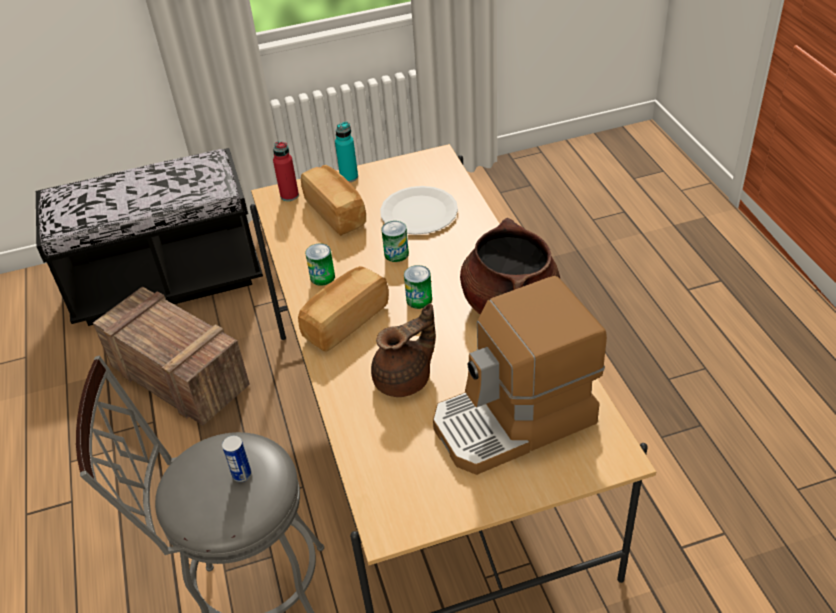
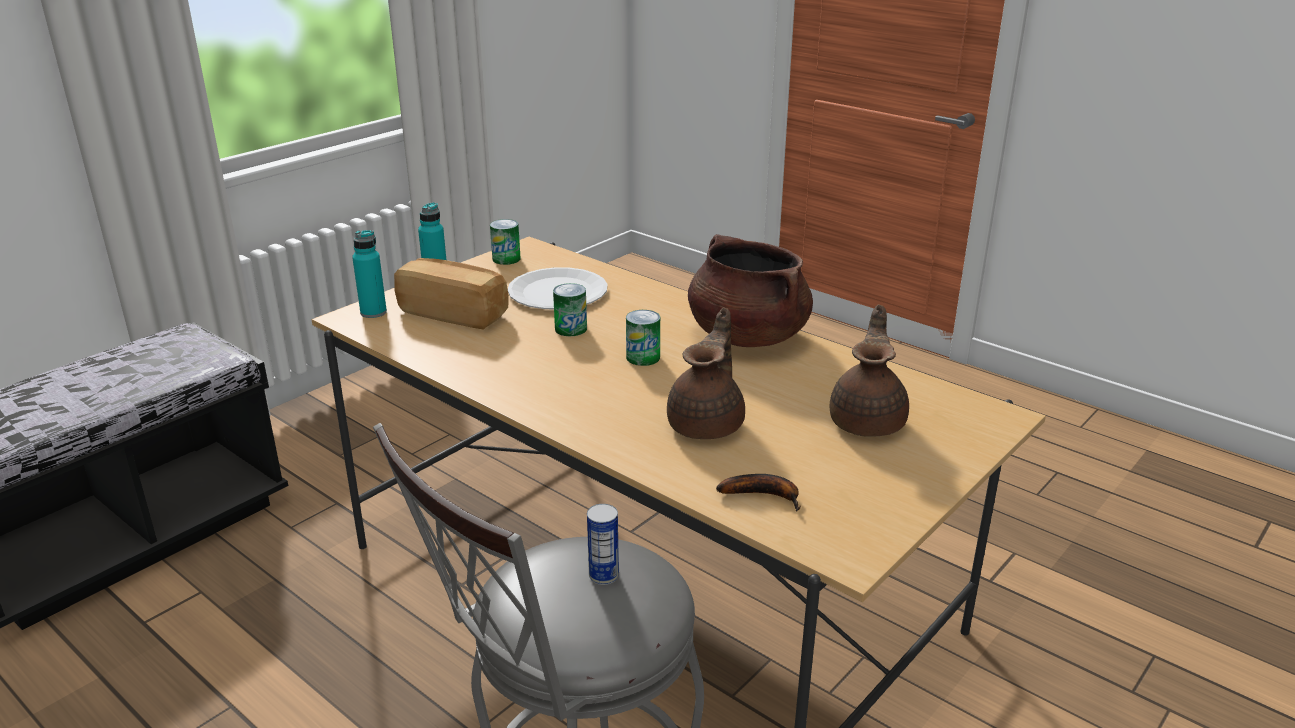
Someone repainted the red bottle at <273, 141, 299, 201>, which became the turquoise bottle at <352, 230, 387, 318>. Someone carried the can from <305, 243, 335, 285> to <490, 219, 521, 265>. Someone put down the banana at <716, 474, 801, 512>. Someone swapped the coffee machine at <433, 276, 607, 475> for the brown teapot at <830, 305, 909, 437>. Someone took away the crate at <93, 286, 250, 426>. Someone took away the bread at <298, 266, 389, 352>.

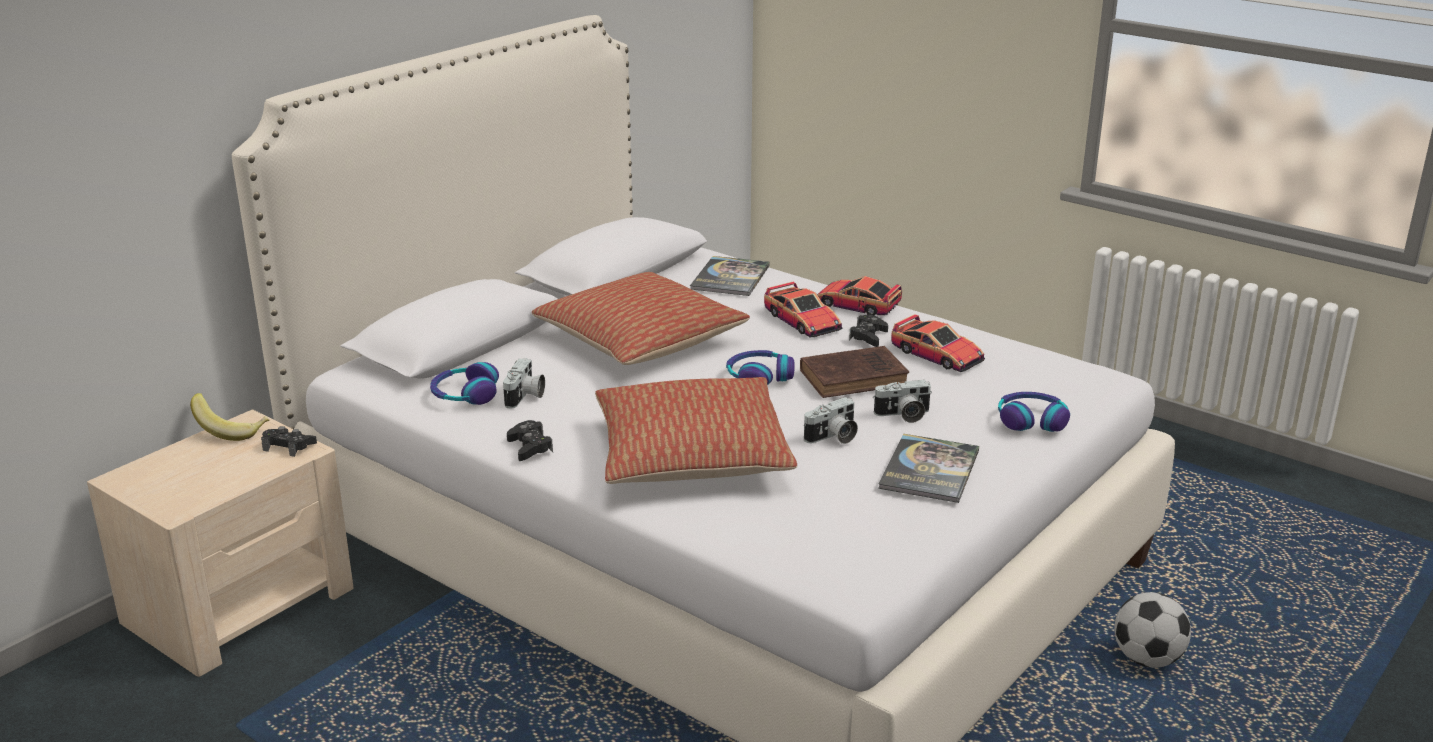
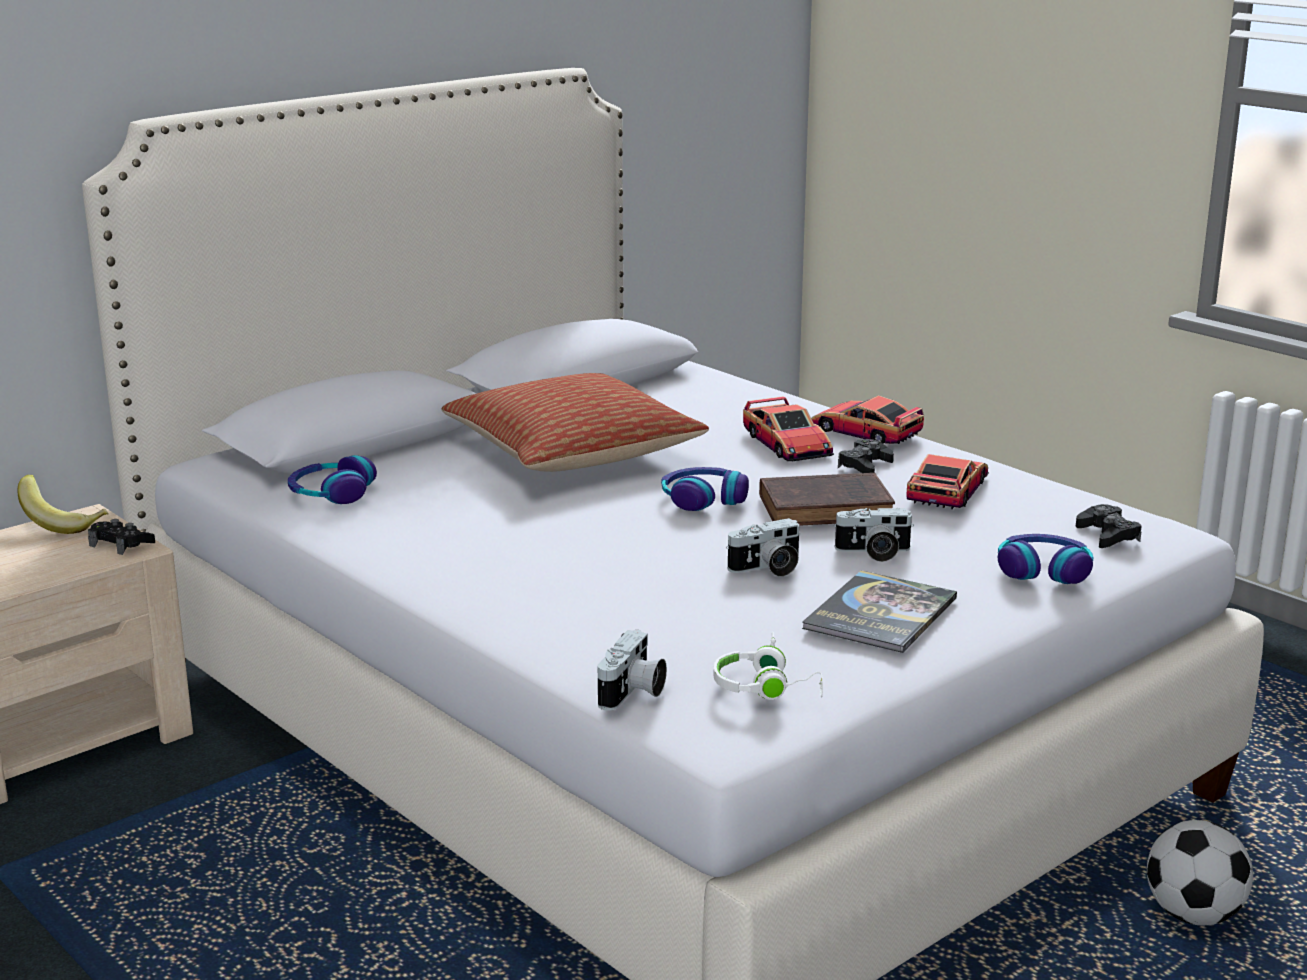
Someone carried the photo camera from <503, 358, 545, 409> to <598, 630, 667, 711>. Someone put down the white headphones at <714, 632, 823, 700>. Someone rotated the toy car at <891, 314, 985, 372> by 120 degrees counterclockwise. Someone carried the black game controller from <507, 420, 553, 461> to <1076, 504, 1142, 548>. Someone took away the pillow at <595, 377, 797, 484>. Someone took away the book at <690, 256, 770, 296>.

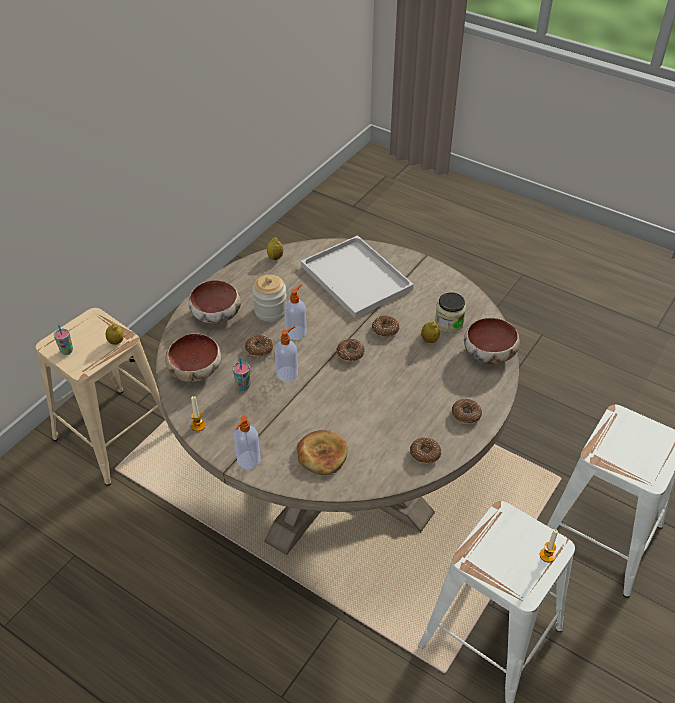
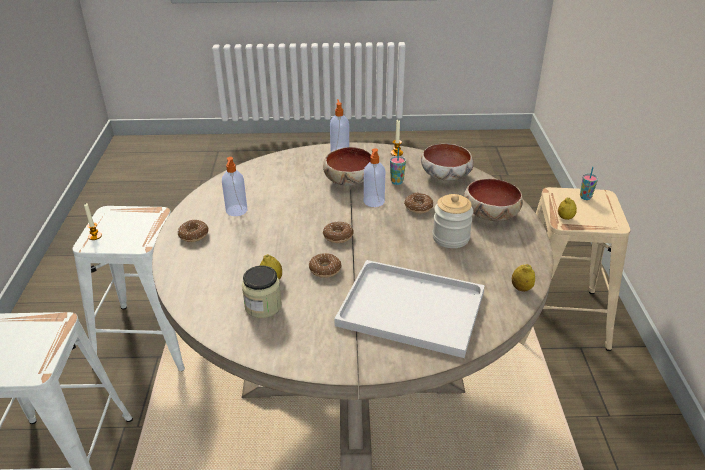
Someone carried the soap dispenser from <285, 284, 306, 340> to <222, 157, 248, 216>. Someone carried the bowl from <464, 318, 520, 364> to <323, 147, 371, 186>. Someone took away the bread at <297, 430, 348, 475>. Someone took away the donut at <410, 437, 441, 464>.

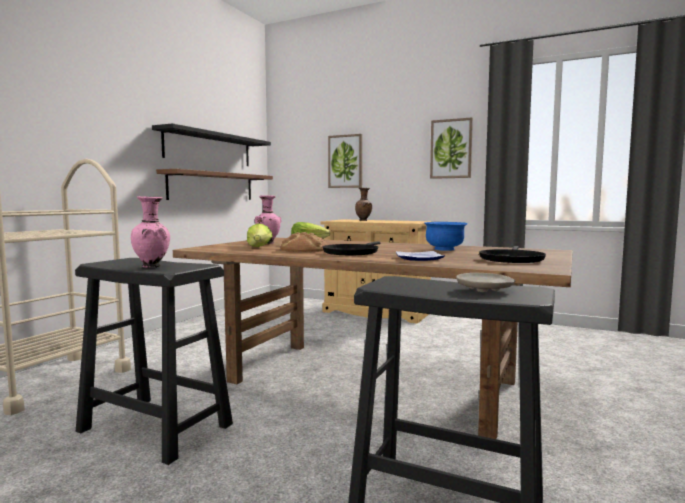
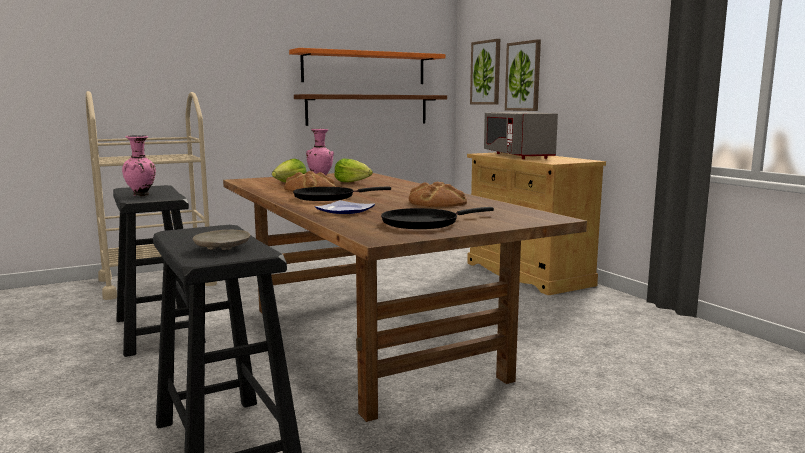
Someone repainted the black shelf at <152, 123, 271, 166>, which became the orange shelf at <289, 48, 445, 84>. Someone swapped the blue bowl at <424, 222, 467, 251> for the bread at <409, 181, 467, 207>. Someone carried the picture from <430, 117, 473, 179> to <470, 39, 500, 105>. Someone swapped the brown vase at <355, 188, 372, 221> for the grey microwave at <484, 112, 558, 159>.

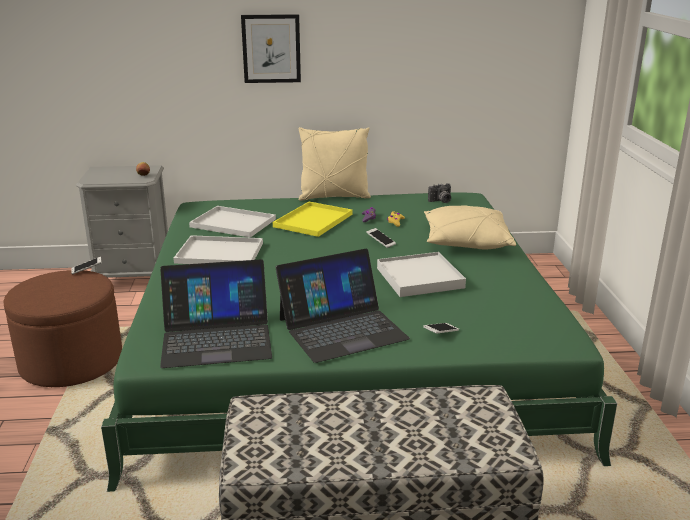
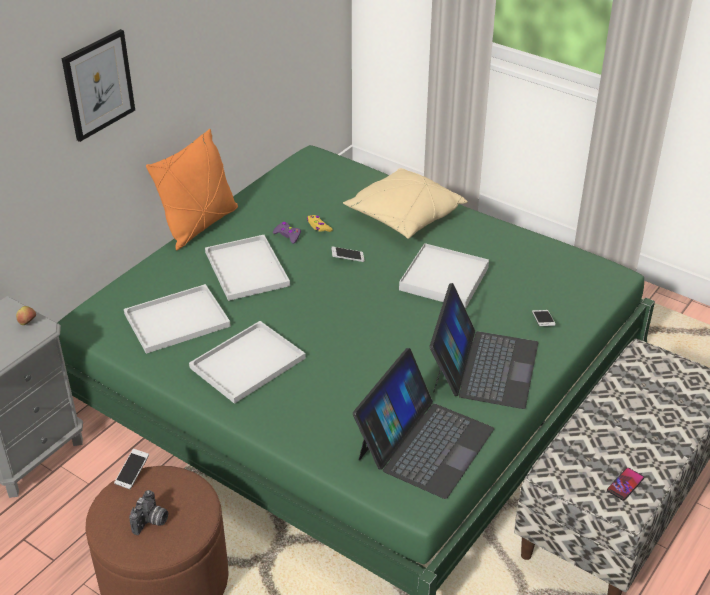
Someone carried the photo camera from <428, 183, 451, 203> to <129, 490, 168, 535>. Someone repainted the beige pillow at <299, 127, 371, 201>, which became the orange pillow at <146, 129, 238, 250>. Someone repainted the yellow tray at <273, 202, 352, 237>, which became the white tray at <205, 235, 290, 301>. Someone put down the phone at <607, 468, 644, 500>.

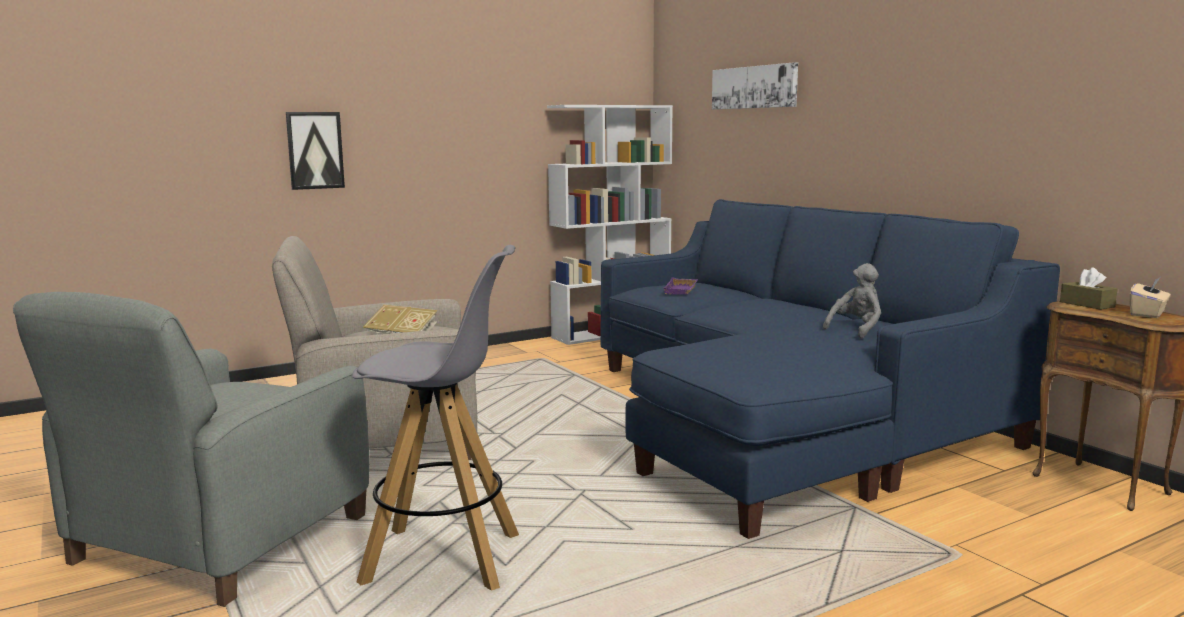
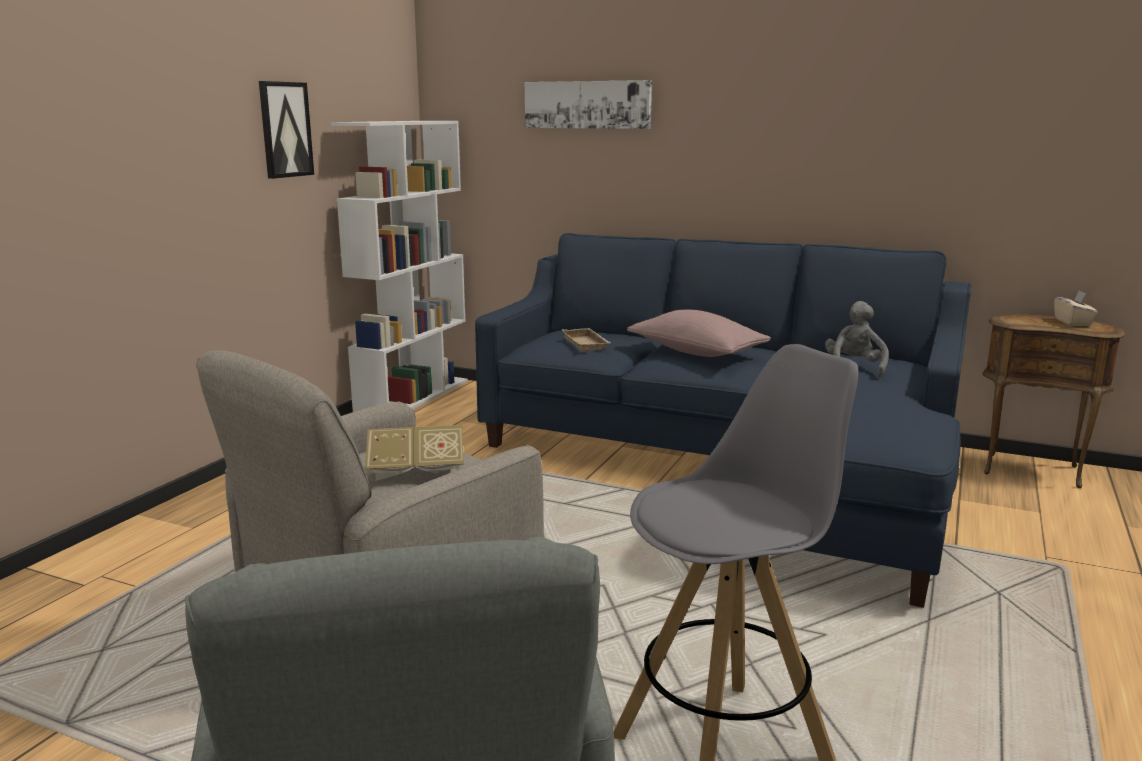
Someone carried the picture from <286, 112, 345, 190> to <259, 81, 314, 179>. Someone repainted the purple tray at <664, 278, 698, 295>, which became the beige tray at <561, 328, 610, 352>. Someone put down the pink pillow at <627, 309, 771, 357>. Someone took away the brown tissue box at <1060, 267, 1117, 310>.

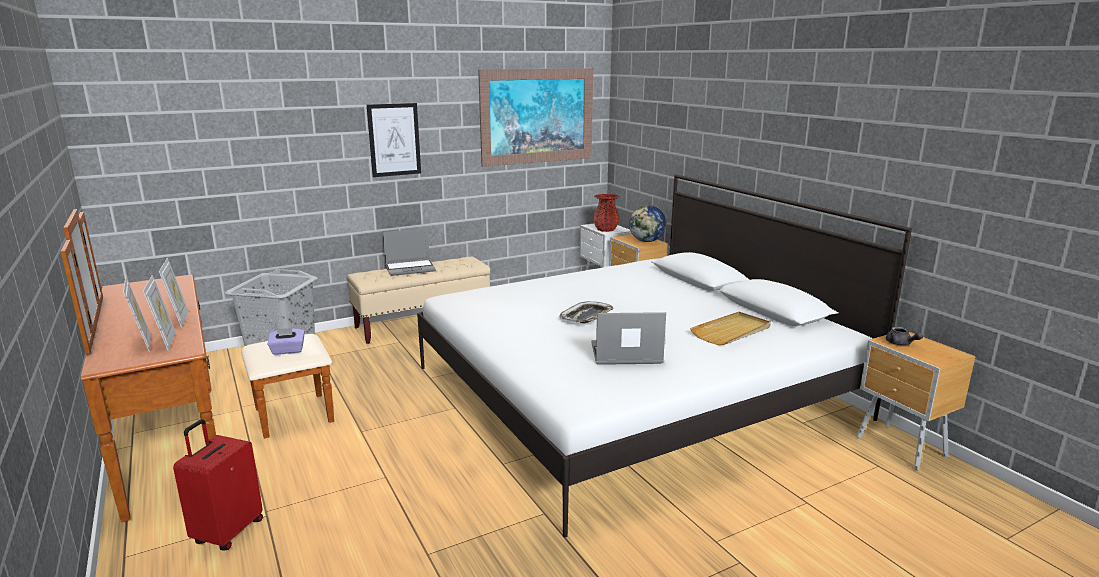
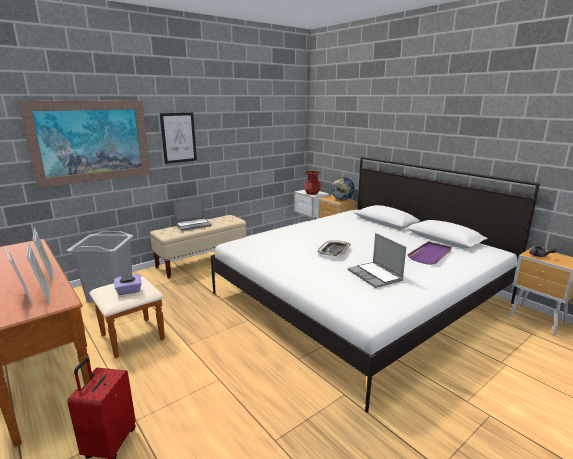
Someone carried the picture from <478, 68, 593, 167> to <18, 100, 151, 188>. Someone rotated the laptop at <591, 312, 666, 365> by 105 degrees counterclockwise. Someone repainted the beige tray at <690, 312, 771, 345>, which became the purple tray at <407, 241, 452, 265>.

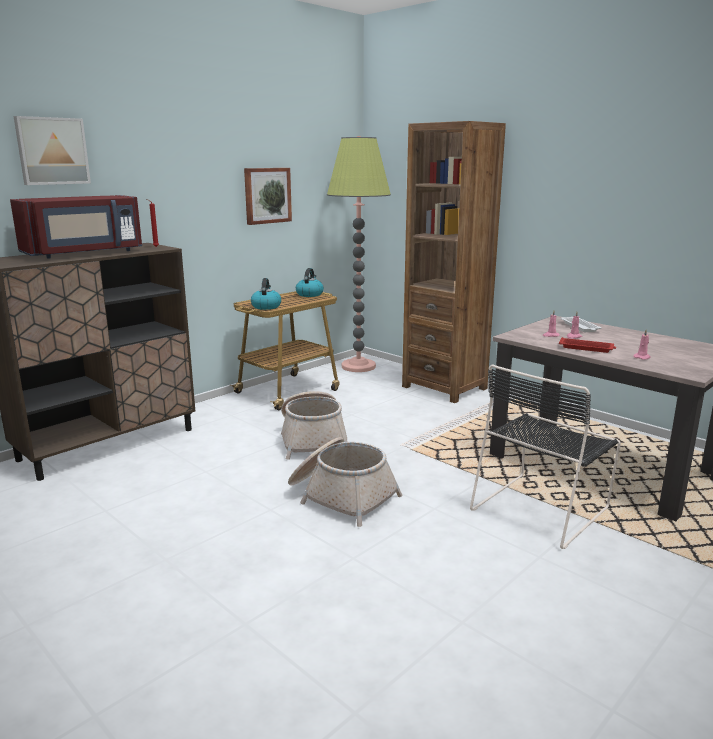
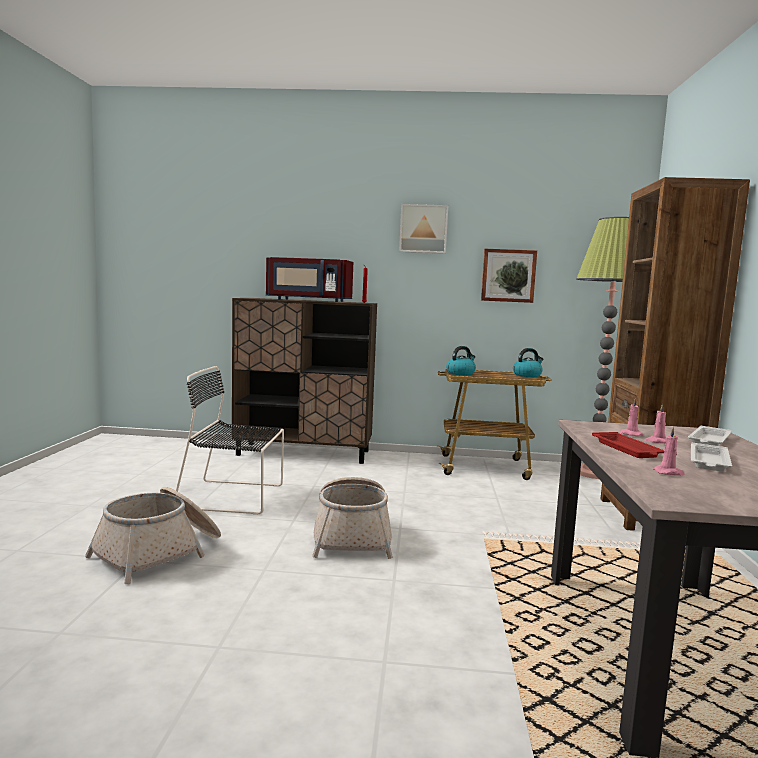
Someone carried the basket from <281, 391, 347, 460> to <85, 487, 221, 584>. Someone carried the black chair from <470, 365, 621, 549> to <176, 366, 284, 515>. Someone carried the picture from <14, 116, 91, 185> to <399, 204, 448, 254>. Someone put down the white tray at <691, 443, 732, 472>.

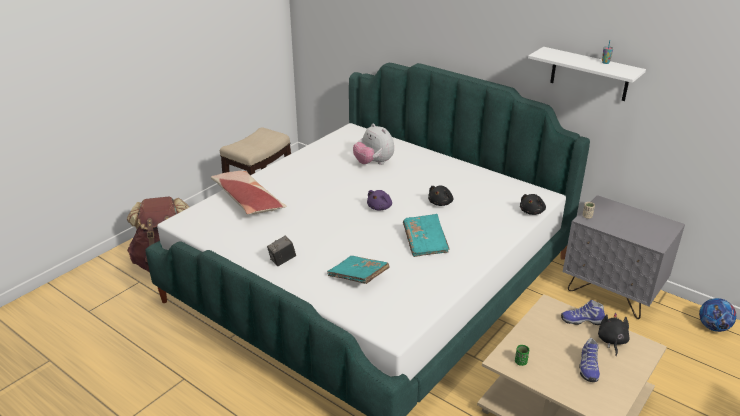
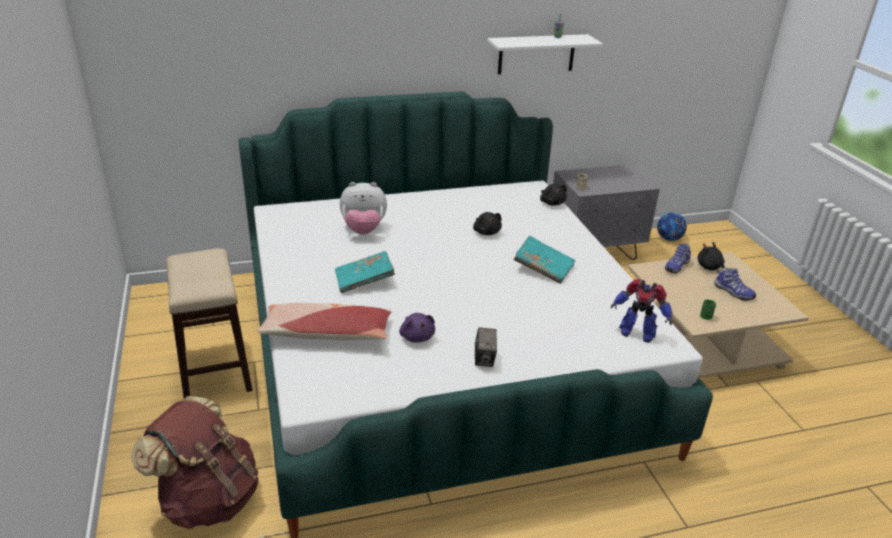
Someone carried the turquoise book from <327, 256, 389, 284> to <335, 251, 395, 293>. Someone carried the purple plush toy from <367, 190, 392, 210> to <399, 313, 435, 342>. Someone put down the toy robot at <611, 279, 672, 342>.

